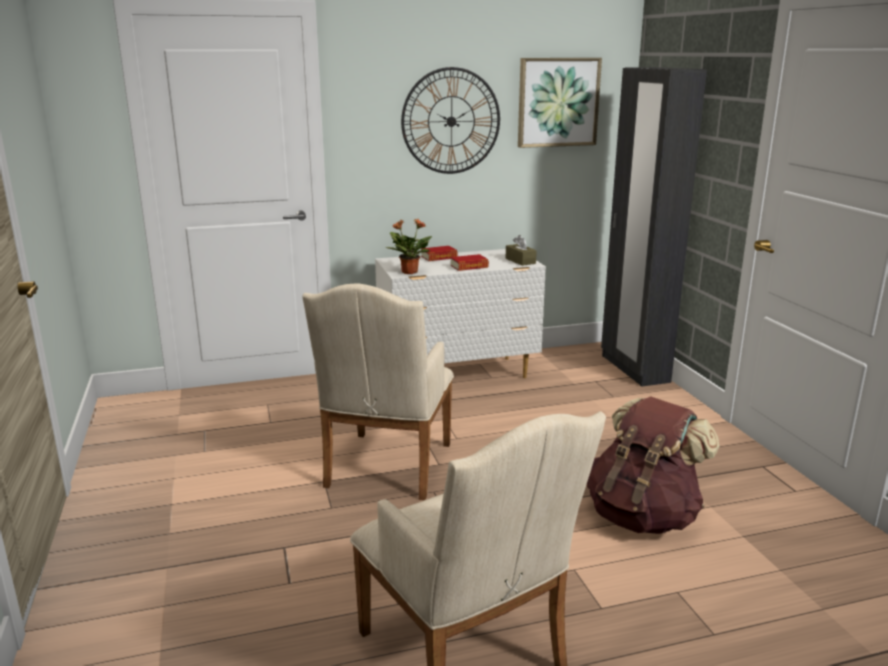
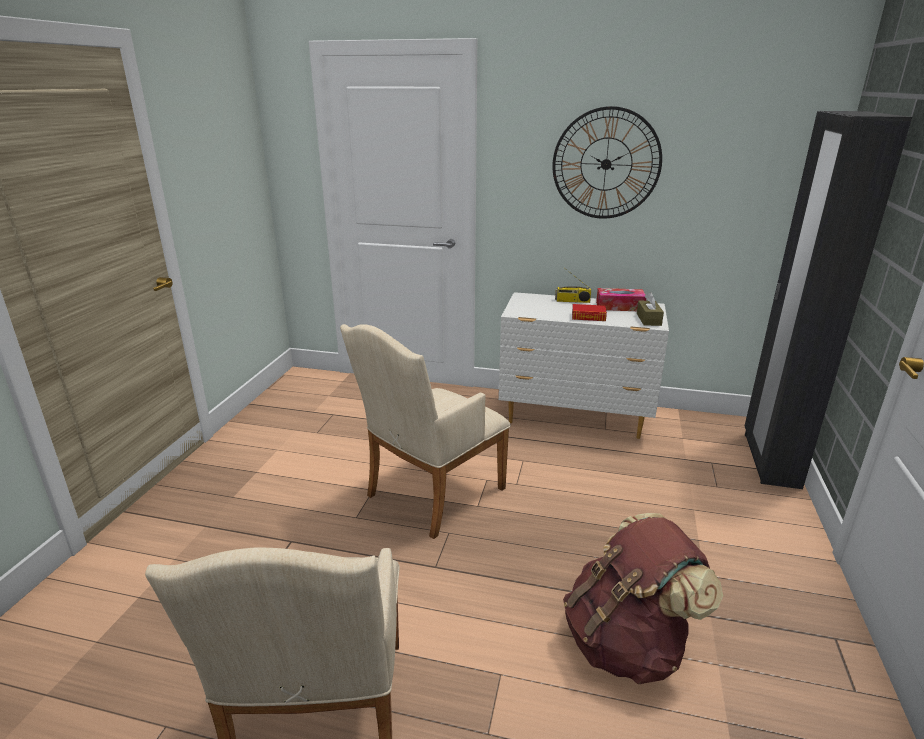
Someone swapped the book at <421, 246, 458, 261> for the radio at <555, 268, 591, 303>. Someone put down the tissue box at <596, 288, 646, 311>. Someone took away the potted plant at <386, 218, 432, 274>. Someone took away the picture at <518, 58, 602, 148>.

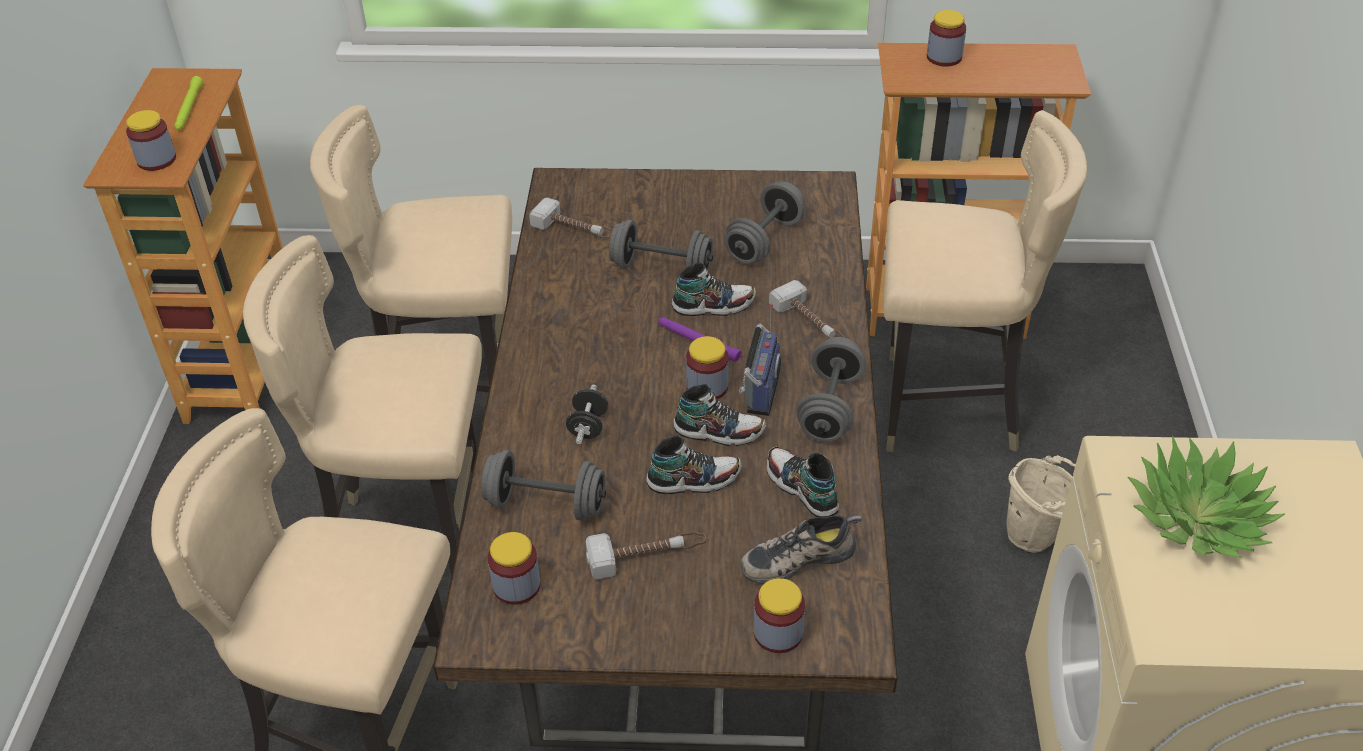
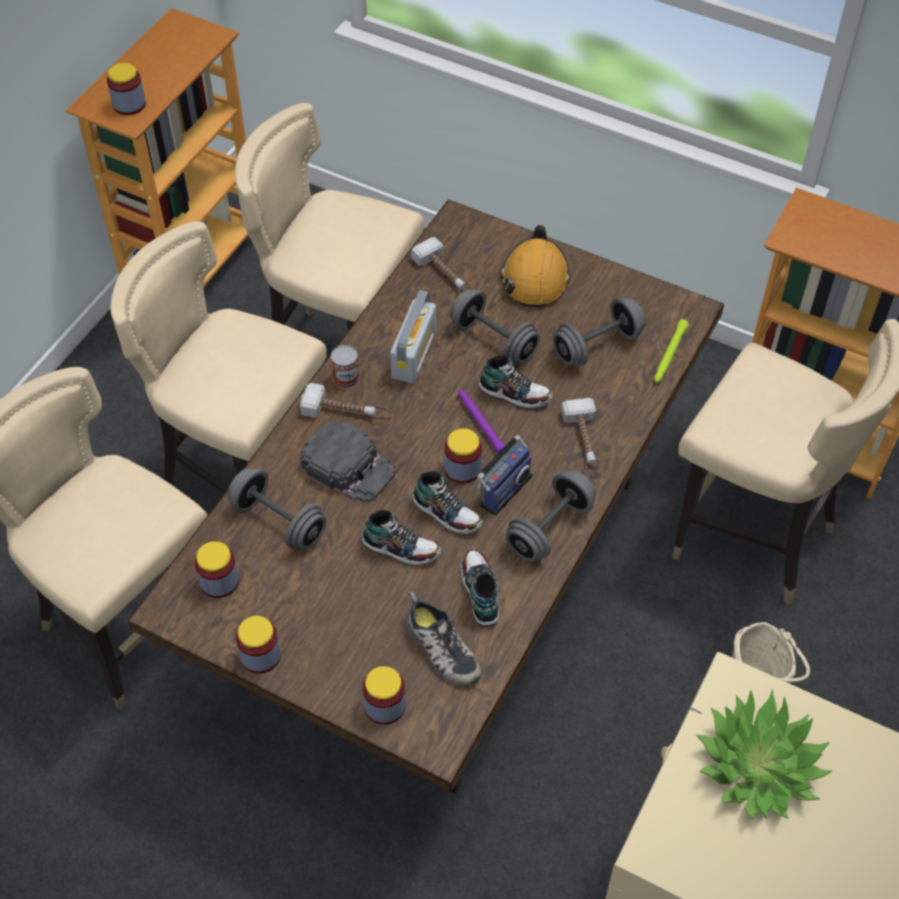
Someone carried the jar from <927, 10, 966, 67> to <236, 616, 281, 674>. Someone carried the hammer from <586, 532, 706, 579> to <300, 383, 392, 420>. Someone swapped the black dumbbell at <566, 384, 608, 445> for the black cap at <300, 420, 396, 503>. Someone put down the can at <331, 345, 359, 389>. Someone put down the radio at <390, 290, 436, 383>. Someone rotated the shoe at <740, 515, 862, 584> by 135 degrees counterclockwise. Someone put down the orange hard hat at <501, 225, 570, 307>. Someone carried the green flashlight from <174, 76, 203, 130> to <654, 319, 689, 383>.

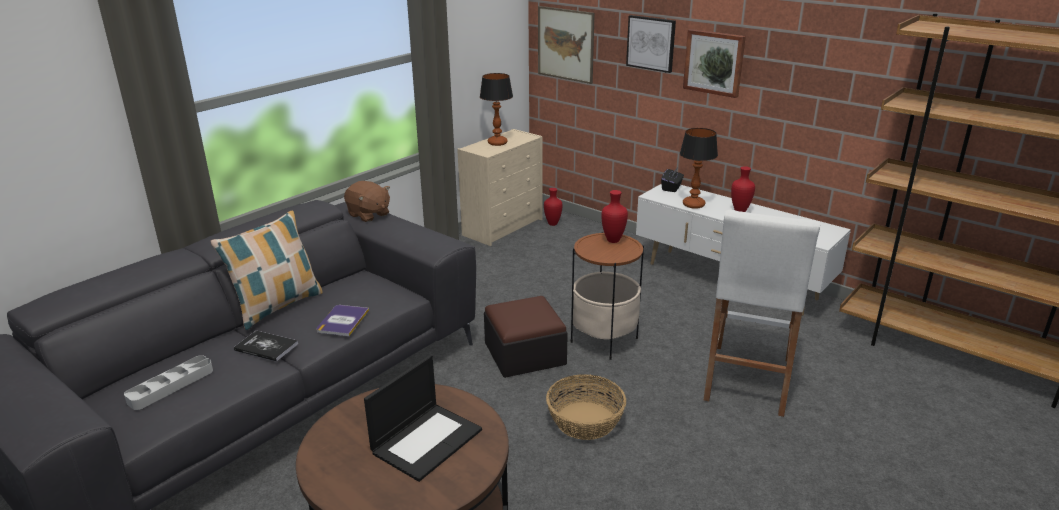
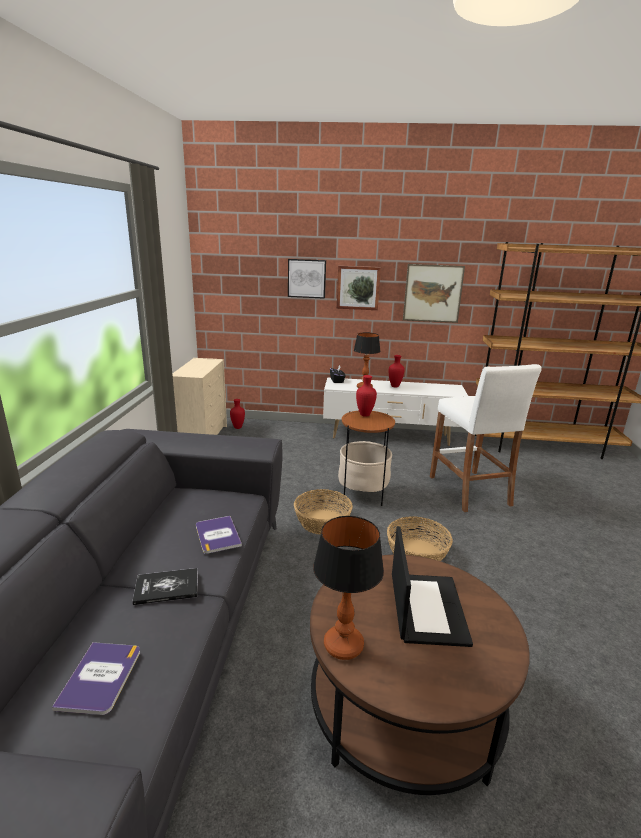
Someone swapped the grey tray at <124, 355, 213, 410> for the book at <52, 642, 140, 715>. Someone swapped the ottoman at <484, 296, 568, 378> for the basket at <294, 489, 353, 535>. Someone carried the table lamp from <480, 73, 513, 146> to <313, 516, 384, 660>. Someone carried the picture from <538, 6, 595, 84> to <403, 264, 465, 323>. Someone took away the pillow at <211, 211, 323, 330>. Someone took away the brown plush toy at <344, 181, 390, 222>.

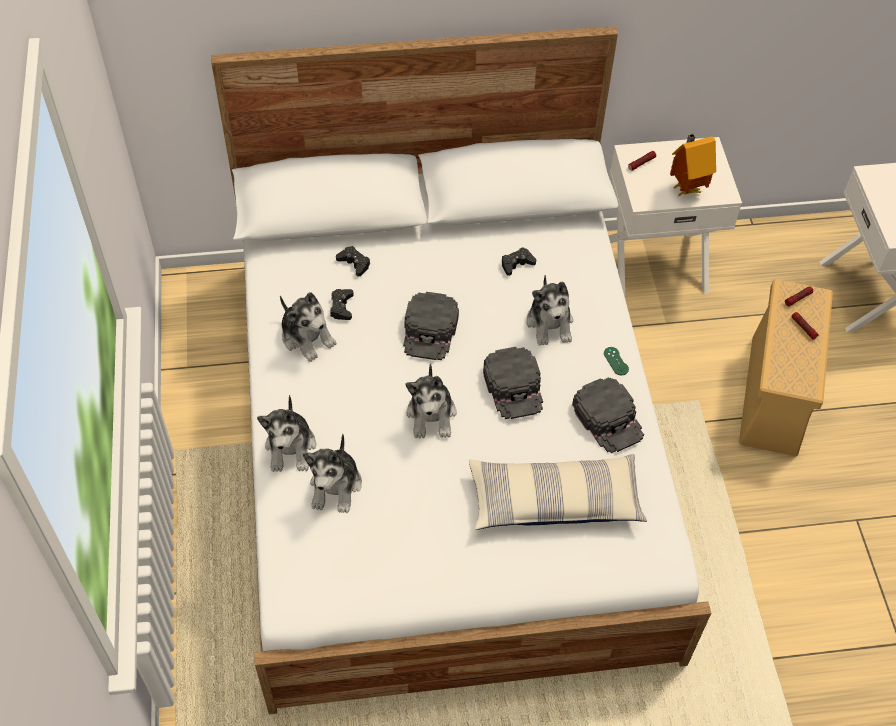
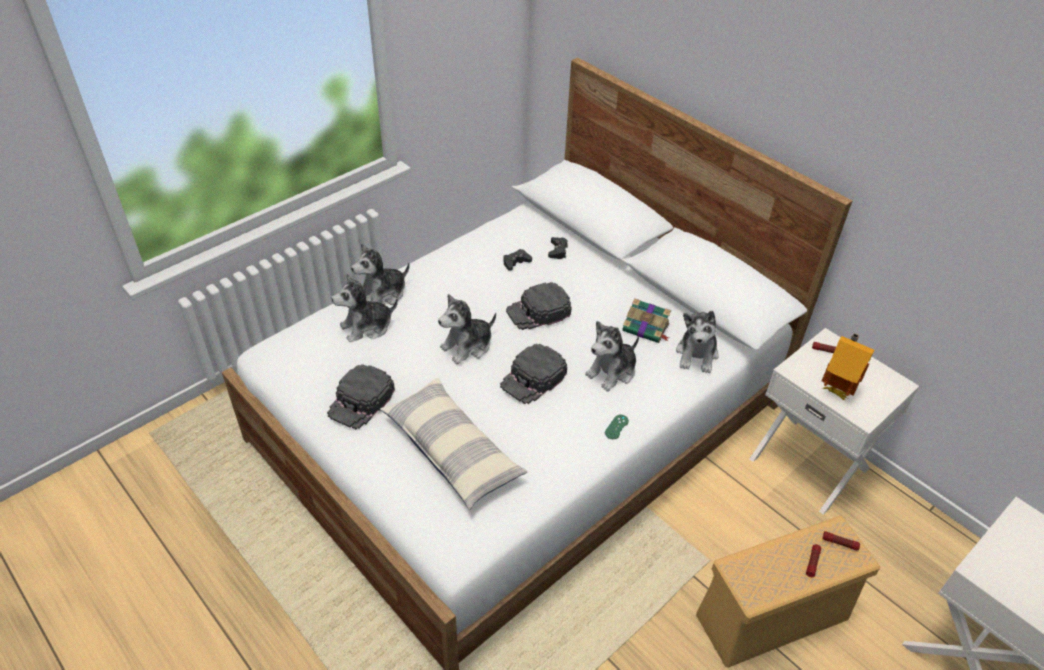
Someone carried the black cap from <572, 377, 644, 453> to <327, 364, 395, 429>. Someone swapped the black game controller at <502, 247, 536, 276> for the book at <622, 298, 671, 343>. Someone carried the plush toy from <280, 292, 337, 362> to <676, 311, 719, 373>.

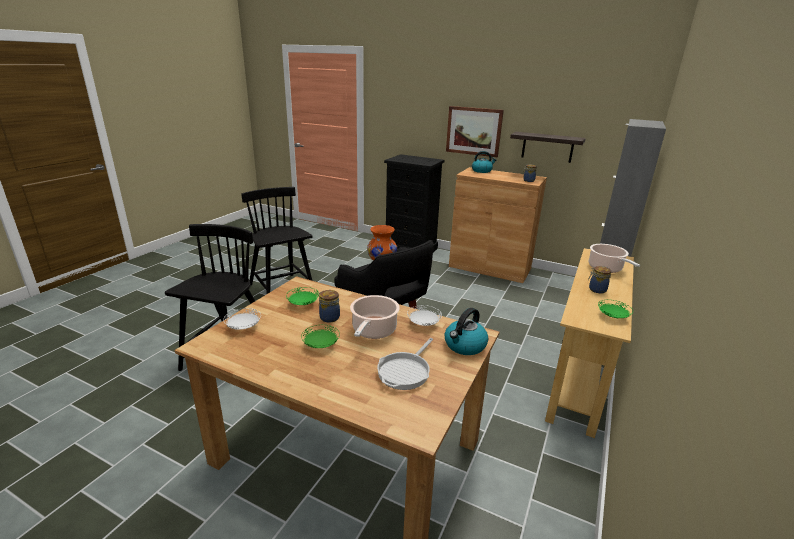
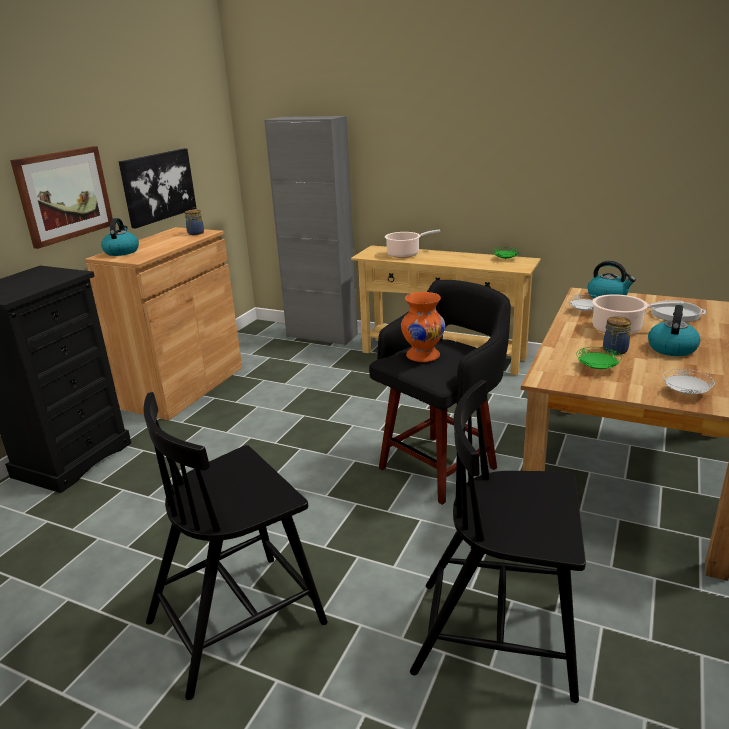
Someone swapped the shelf at <510, 132, 586, 163> for the picture at <119, 148, 196, 228>. Someone swapped the green plate at <301, 325, 340, 348> for the kettle at <648, 305, 700, 356>. Someone took away the jar at <588, 266, 611, 293>.

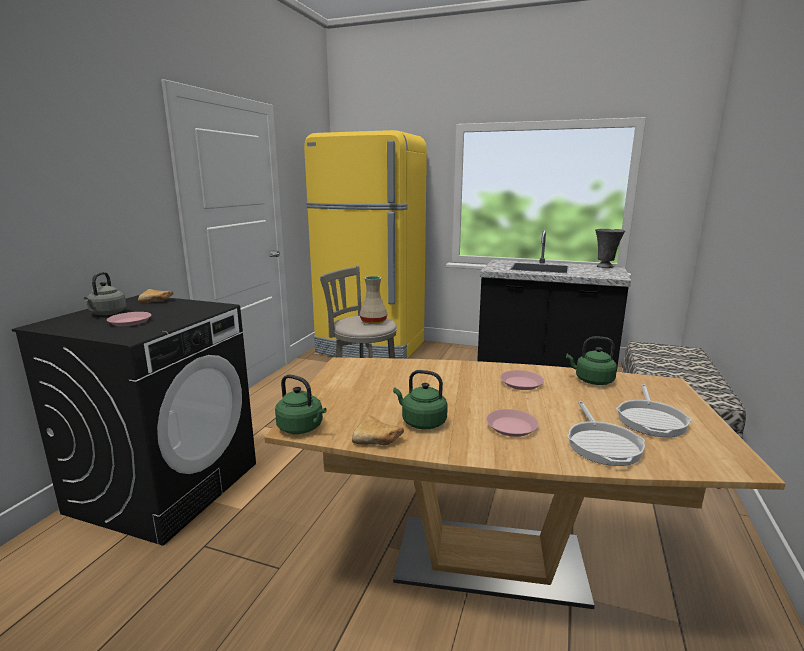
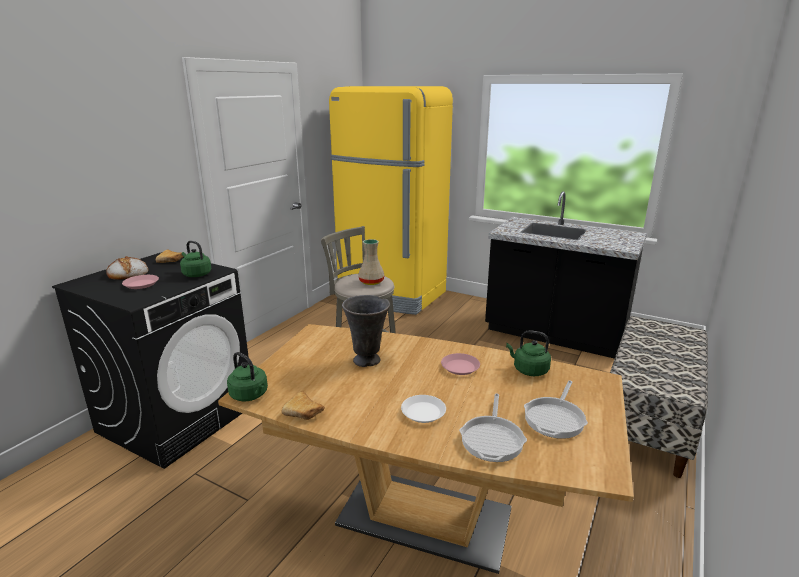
Someone swapped the grey kettle at <84, 272, 126, 315> for the bread at <106, 256, 148, 280>. Someone carried the green kettle from <393, 370, 448, 429> to <180, 241, 211, 277>. Someone carried the grey vase from <595, 229, 625, 268> to <342, 295, 390, 367>. Someone repainted the pink plate at <486, 409, 539, 437>, which became the white plate at <401, 395, 446, 423>.

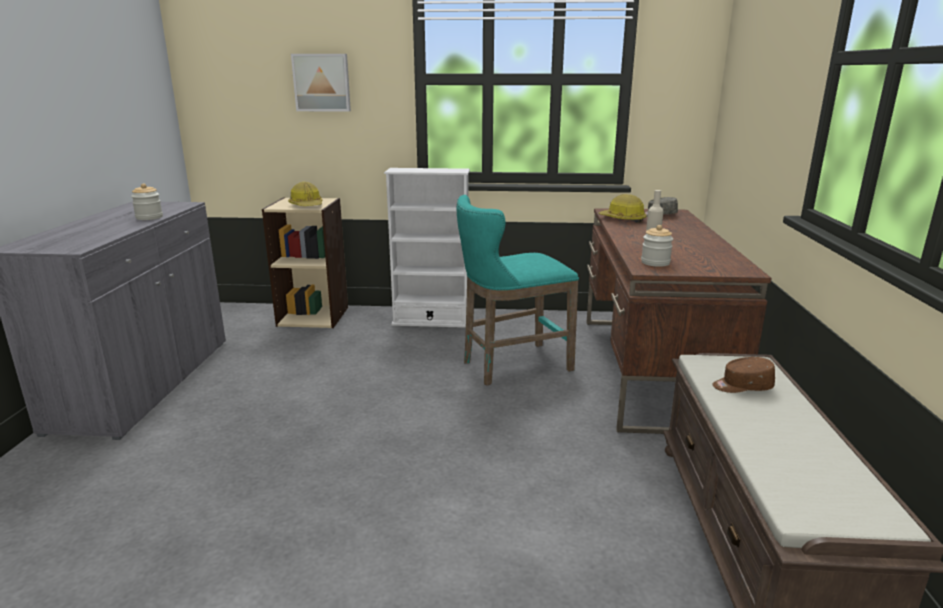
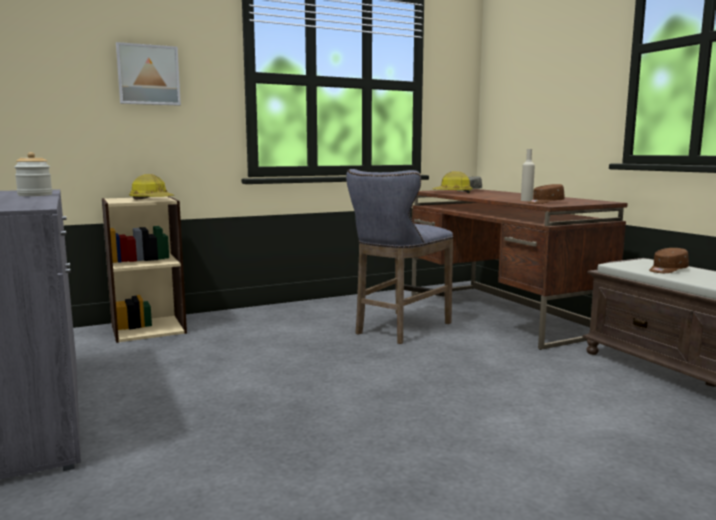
Someone repainted the turquoise stool at <457, 195, 579, 386>, which became the grey stool at <346, 169, 454, 344>. Someone swapped the jar at <641, 225, 673, 267> for the brown cap at <528, 184, 565, 204>. Someone took away the white bookcase at <384, 168, 470, 328>.

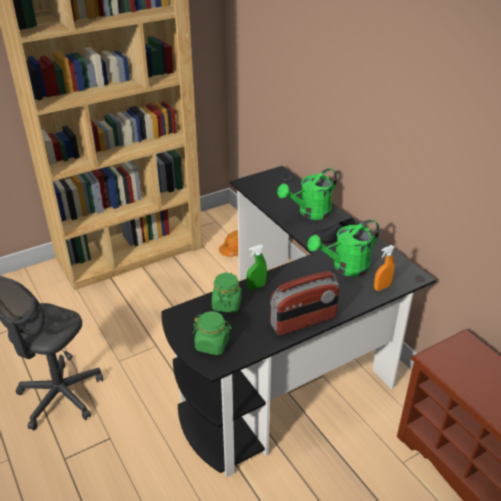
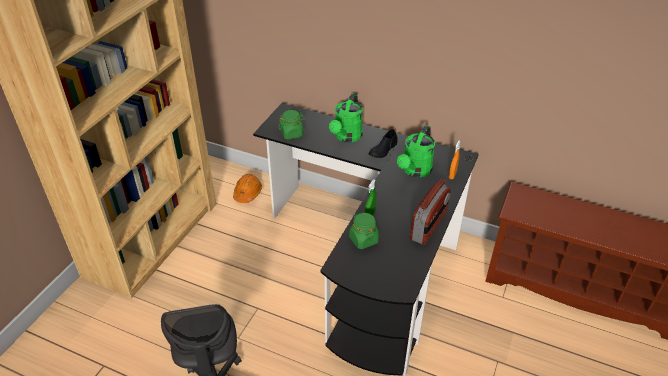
Someone carried the green jar from <193, 311, 232, 355> to <279, 110, 305, 140>.

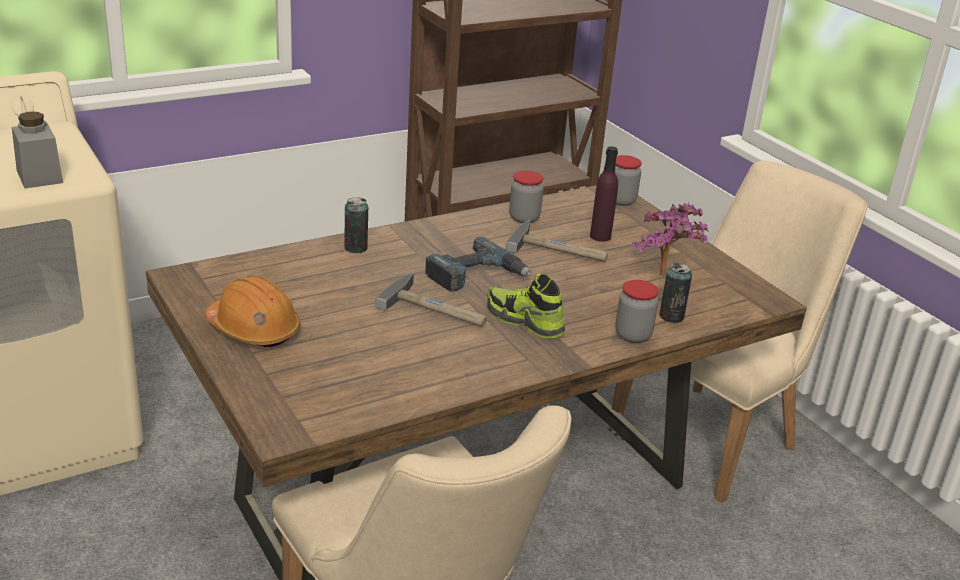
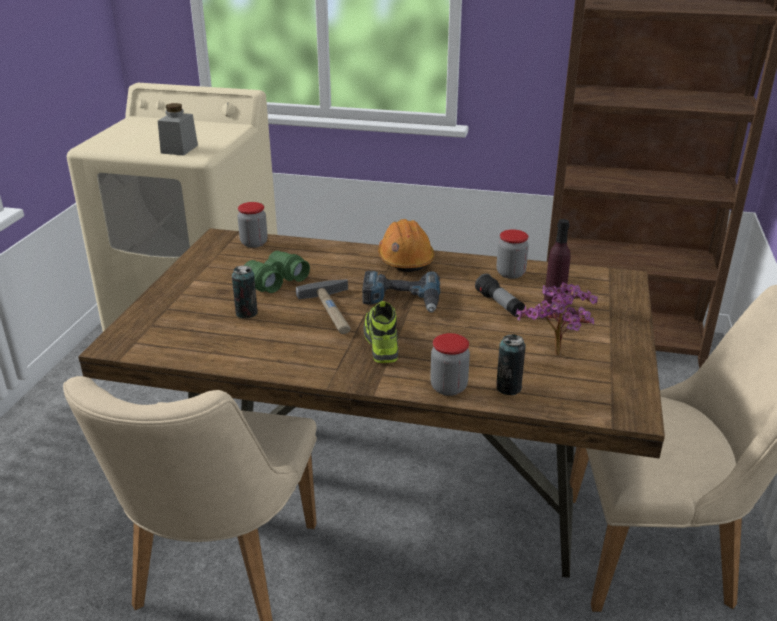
Someone carried the can from <344, 197, 368, 253> to <232, 265, 258, 318>. Someone carried the jar from <615, 155, 642, 206> to <237, 202, 268, 248>. Someone put down the green binoculars at <244, 251, 310, 293>. Someone carried the orange hard hat from <205, 275, 300, 347> to <378, 219, 435, 272>. Someone swapped the hammer at <506, 220, 608, 262> for the flashlight at <475, 274, 525, 317>.

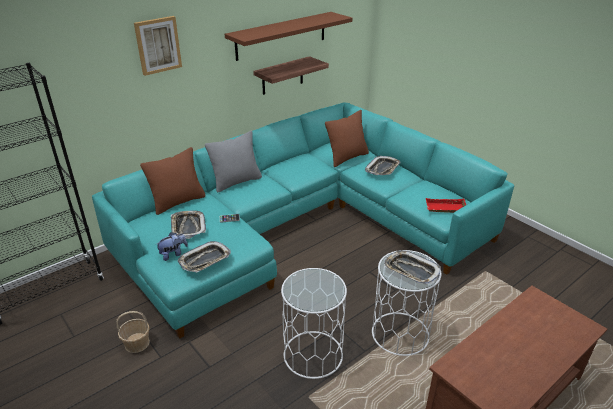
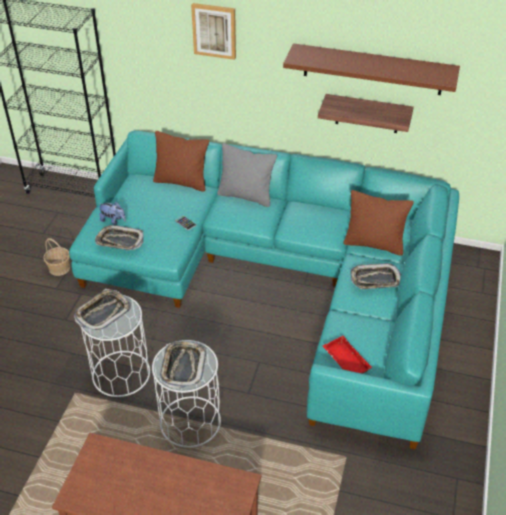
Someone carried the tray from <171, 210, 206, 239> to <74, 289, 131, 332>.

